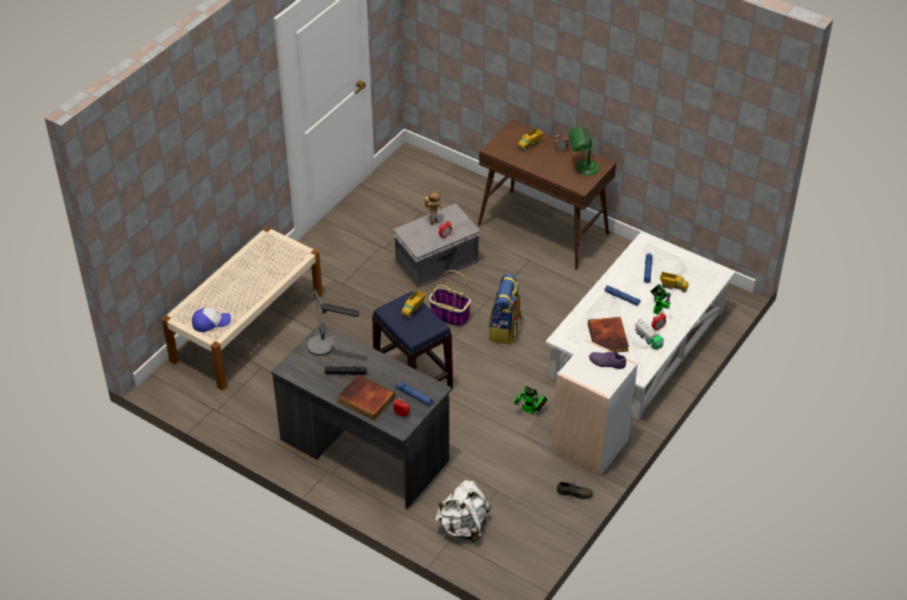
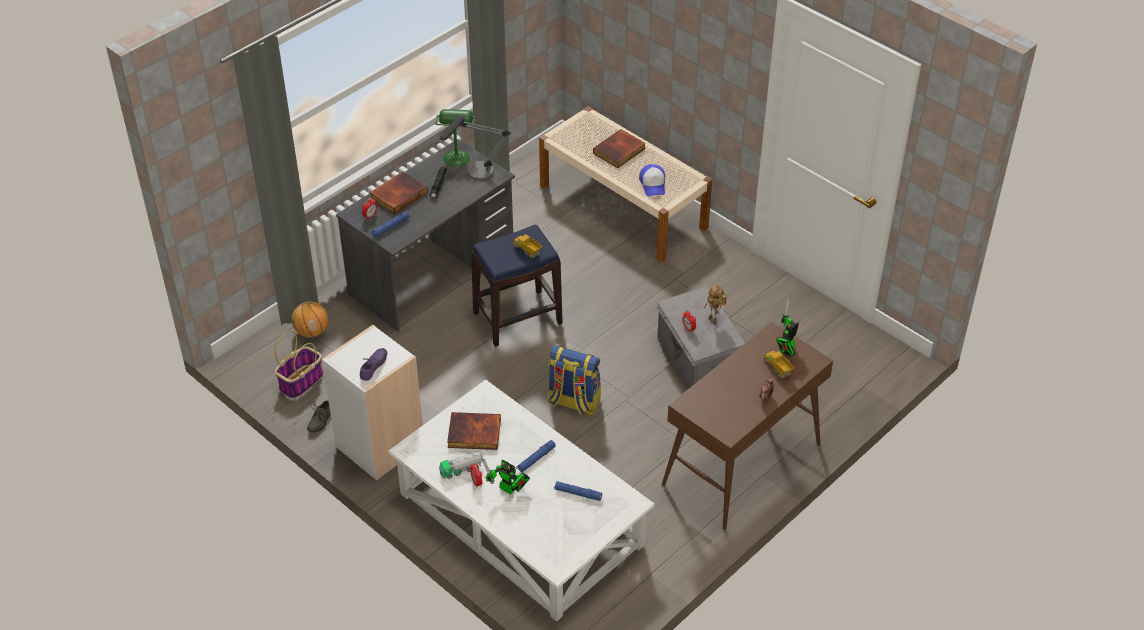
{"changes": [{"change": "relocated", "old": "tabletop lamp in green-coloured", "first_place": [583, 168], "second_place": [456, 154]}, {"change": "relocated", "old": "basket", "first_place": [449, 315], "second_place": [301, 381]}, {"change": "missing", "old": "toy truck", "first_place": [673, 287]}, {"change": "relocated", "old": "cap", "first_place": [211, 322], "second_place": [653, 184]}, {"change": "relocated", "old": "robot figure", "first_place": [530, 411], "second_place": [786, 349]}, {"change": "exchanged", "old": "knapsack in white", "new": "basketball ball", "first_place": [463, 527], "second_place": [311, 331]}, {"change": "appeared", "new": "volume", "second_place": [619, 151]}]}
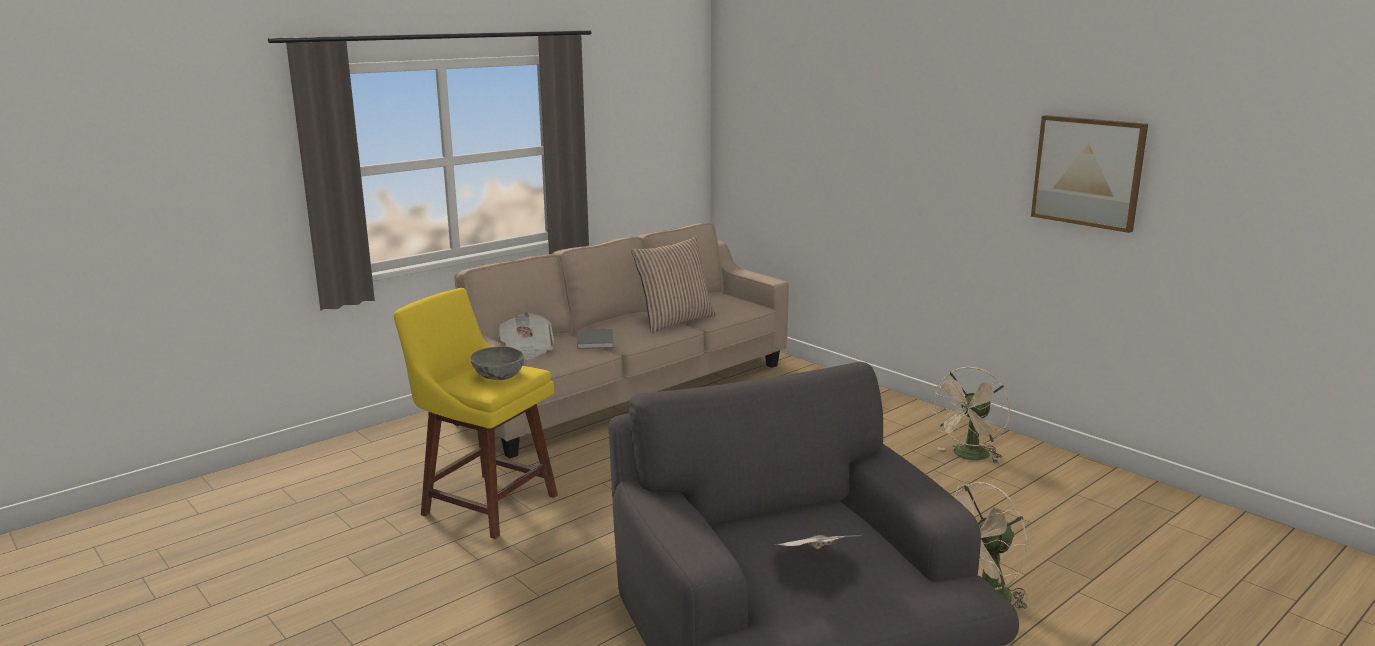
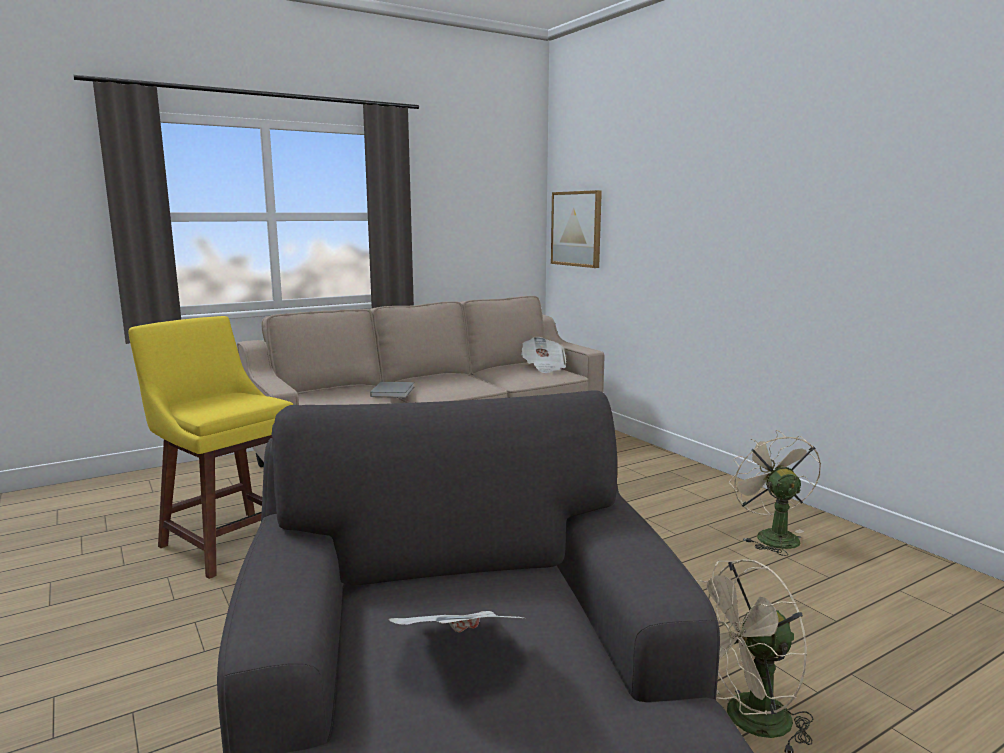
{"changes": [{"change": "relocated", "old": "wall art", "first_place": [1088, 172], "second_place": [577, 228]}, {"change": "missing", "old": "cushion", "first_place": [674, 321]}, {"change": "relocated", "old": "newspaper", "first_place": [527, 349], "second_place": [543, 367]}, {"change": "missing", "old": "serving bowl in grey", "first_place": [498, 375]}, {"change": "spun", "old": "cooling fan in beige", "first_place": [968, 457], "second_place": [771, 536], "degrees": 120}]}
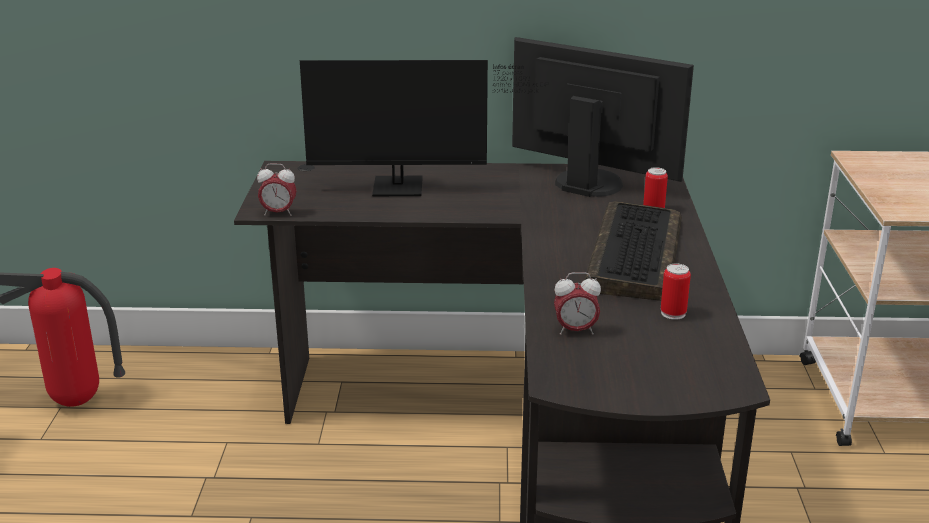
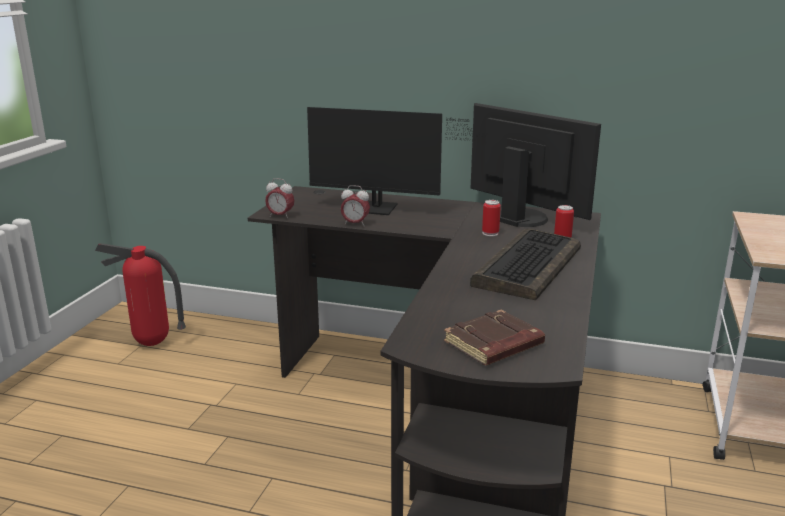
{"changes": [{"change": "relocated", "old": "metal can", "first_place": [673, 313], "second_place": [490, 233]}, {"change": "relocated", "old": "table clock", "first_place": [575, 330], "second_place": [355, 224]}, {"change": "appeared", "new": "volume in brown-coloured", "second_place": [494, 345]}]}
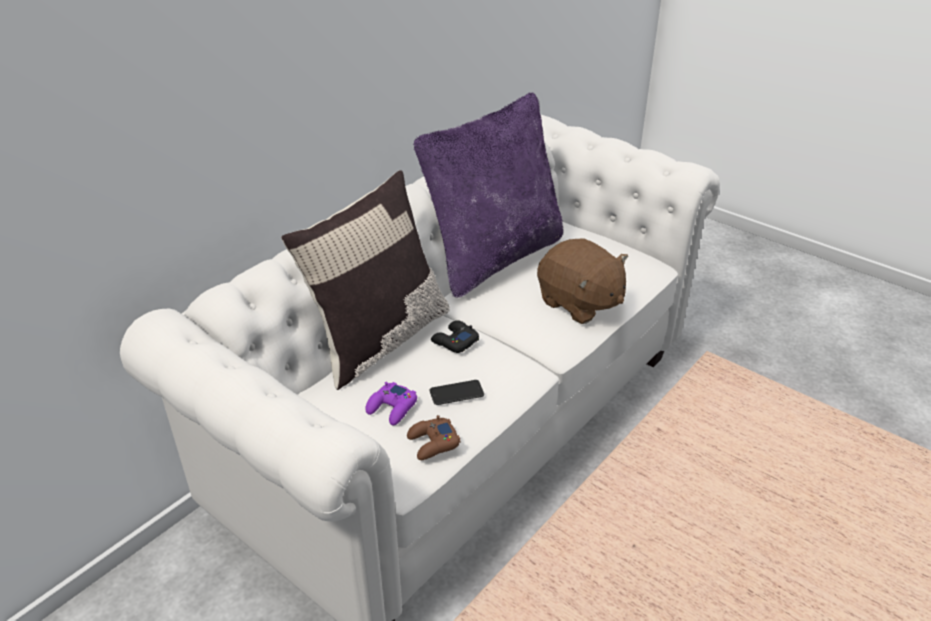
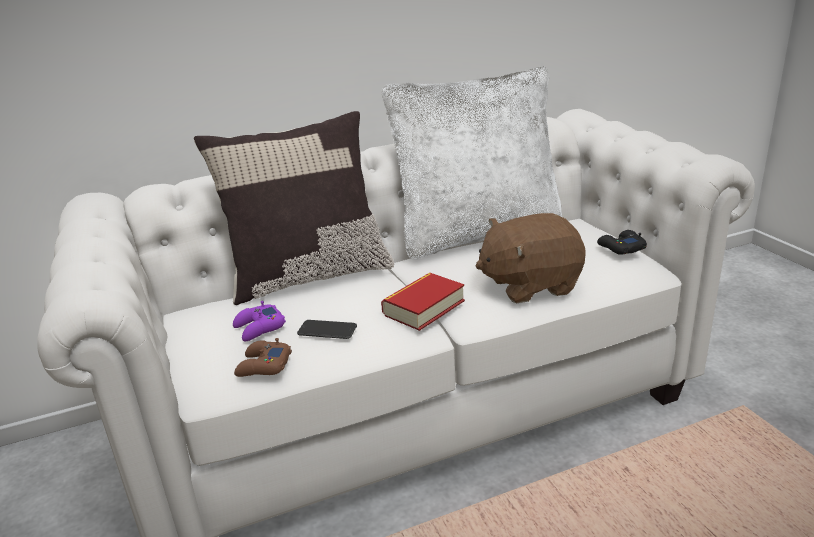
{"changes": [{"change": "colour", "old": "cushion in purplish", "new": "cushion in white", "first_place": [496, 260], "second_place": [480, 238]}, {"change": "spun", "old": "cuddly toy in brown-coloured", "first_place": [579, 303], "second_place": [530, 285], "degrees": 90}, {"change": "relocated", "old": "game controller in blackish", "first_place": [454, 341], "second_place": [621, 248]}, {"change": "appeared", "new": "volume", "second_place": [424, 308]}]}
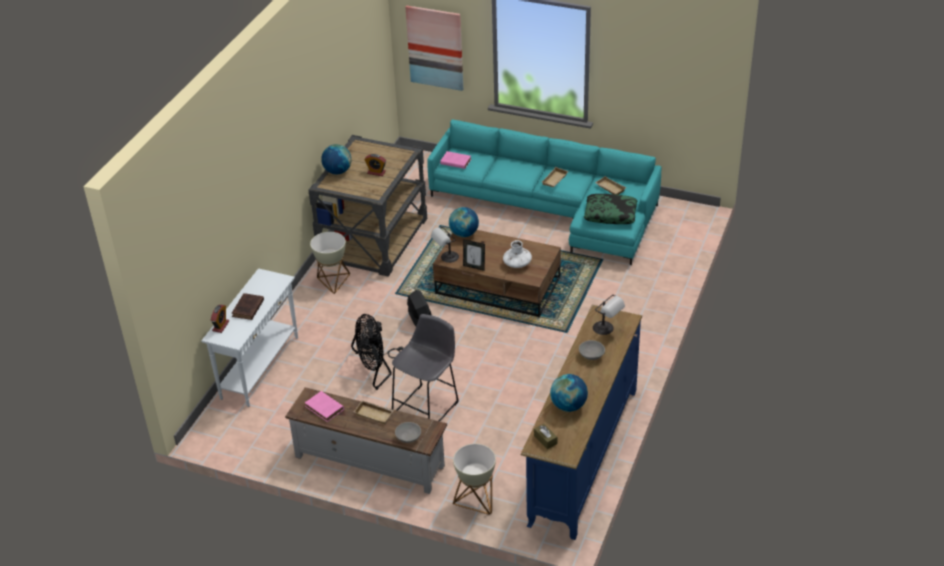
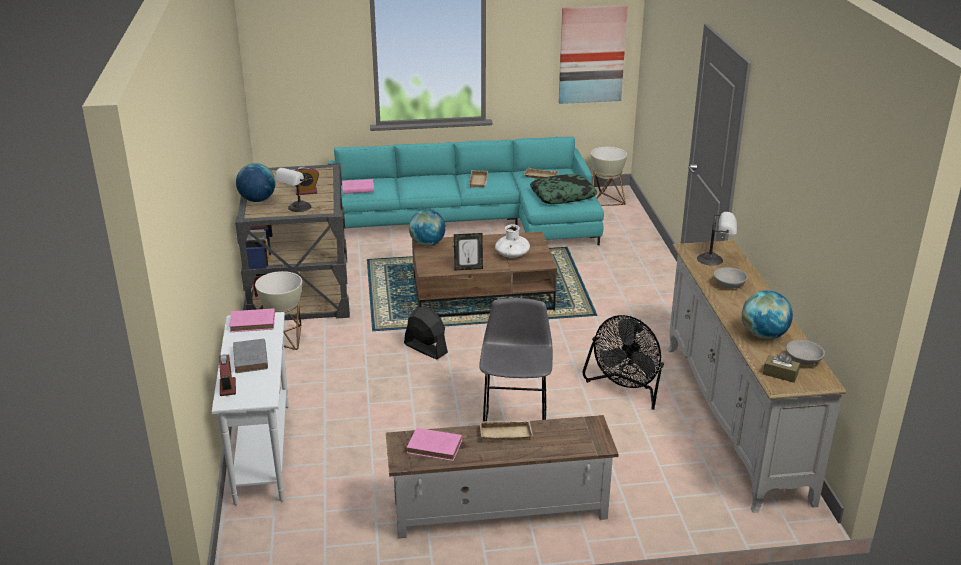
{"changes": [{"change": "relocated", "old": "wall art", "first_place": [435, 47], "second_place": [591, 54]}, {"change": "relocated", "old": "tabletop lamp", "first_place": [446, 258], "second_place": [297, 209]}, {"change": "colour", "old": "volume in brown-coloured", "new": "volume in grey", "first_place": [247, 309], "second_place": [250, 359]}, {"change": "colour", "old": "cabinet in blue", "new": "cabinet in grey", "first_place": [582, 455], "second_place": [733, 420]}, {"change": "relocated", "old": "cooling fan in blackish", "first_place": [377, 366], "second_place": [625, 386]}, {"change": "relocated", "old": "serving bowl in grey", "first_place": [408, 438], "second_place": [803, 360]}, {"change": "relocated", "old": "planter", "first_place": [476, 500], "second_place": [606, 201]}, {"change": "appeared", "new": "volume in pink", "second_place": [254, 323]}]}
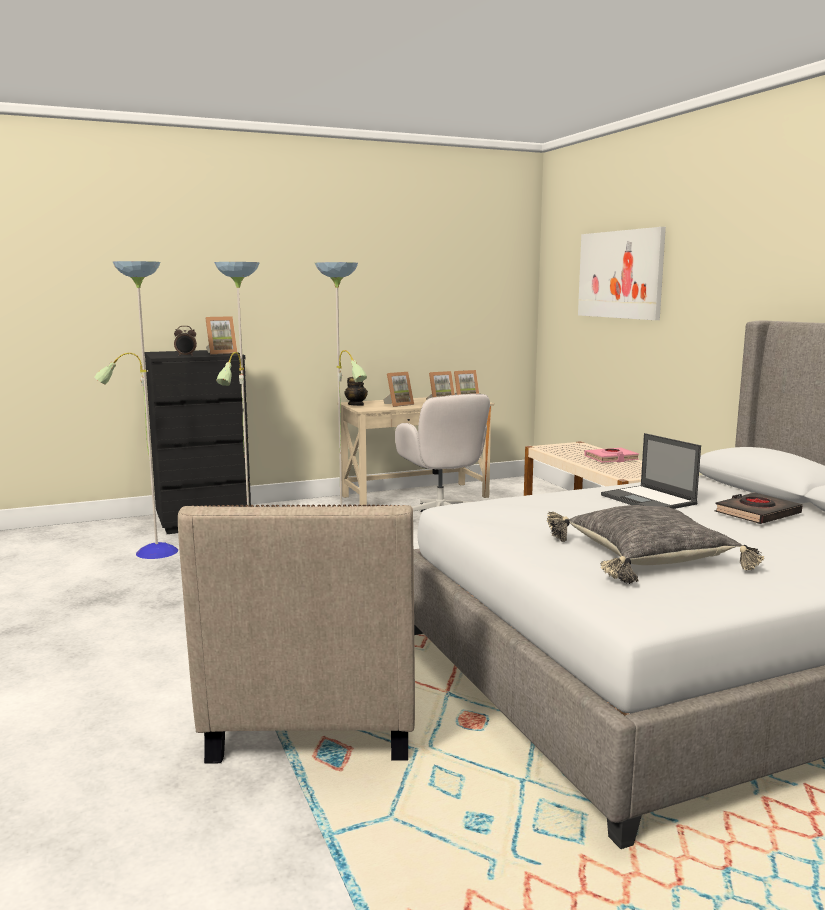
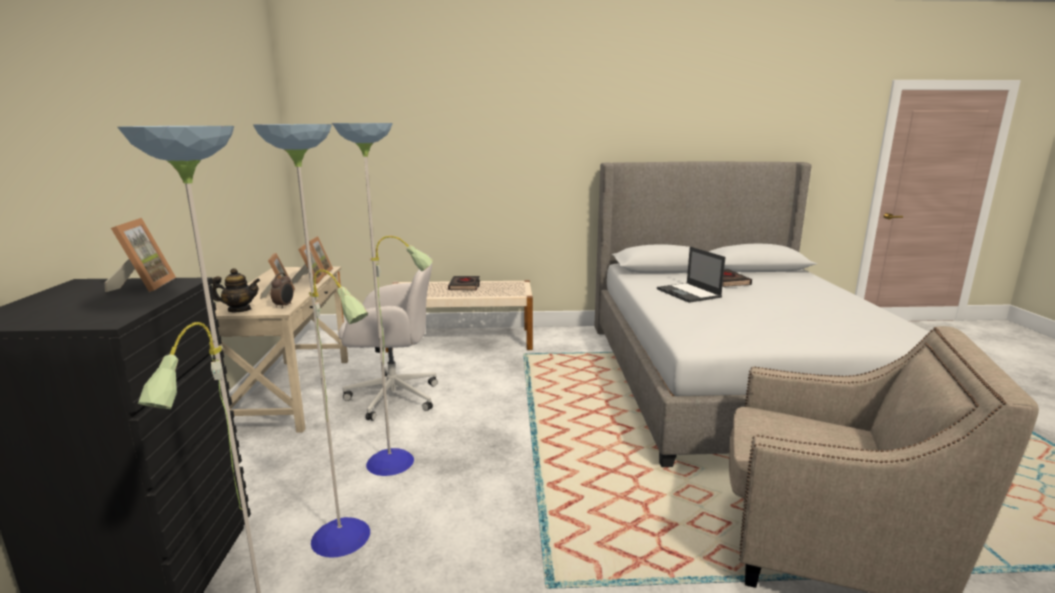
{"changes": [{"change": "missing", "old": "wall art", "first_place": [620, 274]}, {"change": "relocated", "old": "table clock", "first_place": [186, 356], "second_place": [284, 306]}, {"change": "spun", "old": "portable computer", "first_place": [649, 500], "second_place": [689, 293], "degrees": 75}, {"change": "colour", "old": "volume in pink", "new": "volume in blackish", "first_place": [611, 458], "second_place": [465, 286]}, {"change": "missing", "old": "cushion", "first_place": [648, 554]}]}
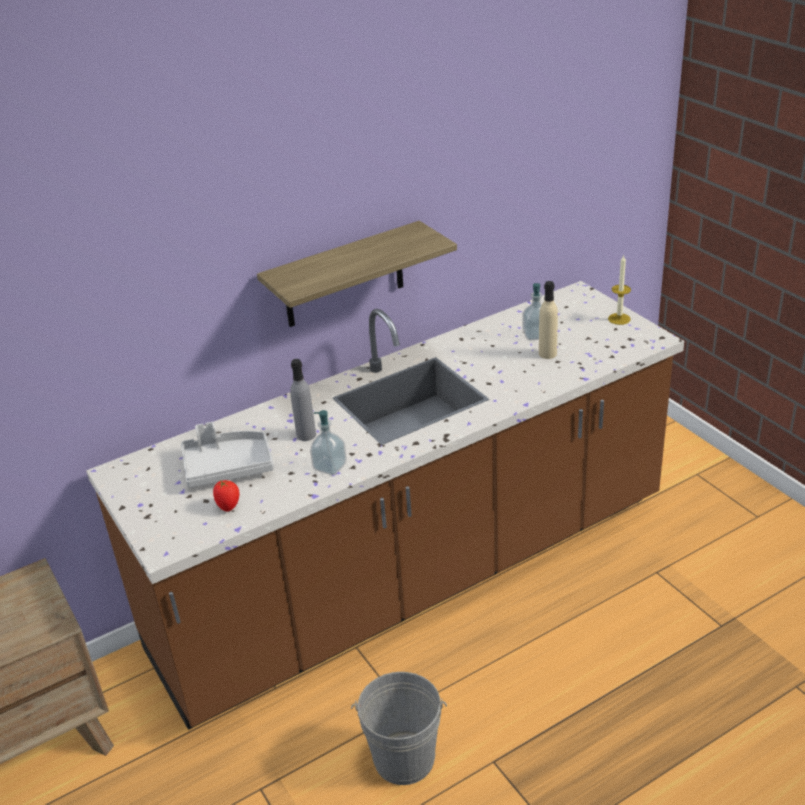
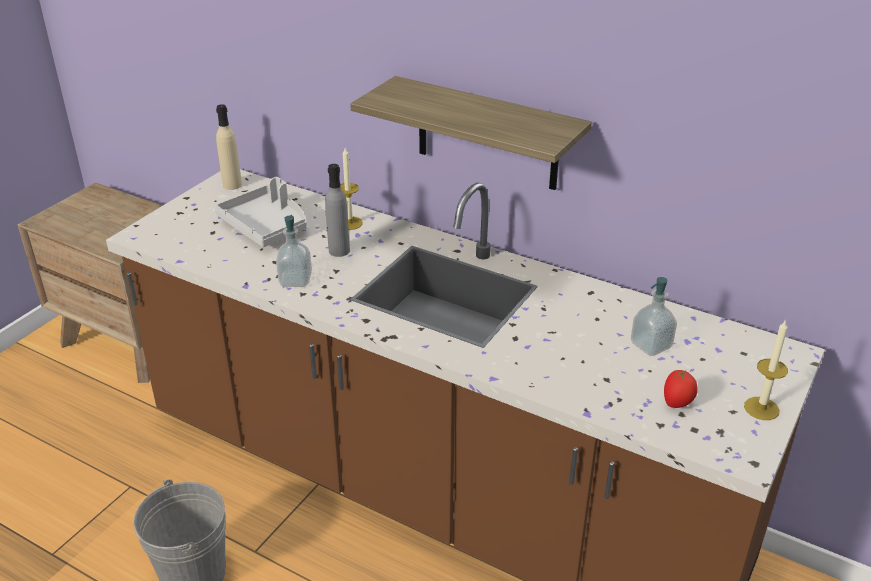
{"changes": [{"change": "relocated", "old": "drink bottle in beige", "first_place": [547, 354], "second_place": [232, 185]}, {"change": "relocated", "old": "whole tomato", "first_place": [229, 506], "second_place": [677, 404]}, {"change": "appeared", "new": "wax light", "second_place": [349, 223]}]}
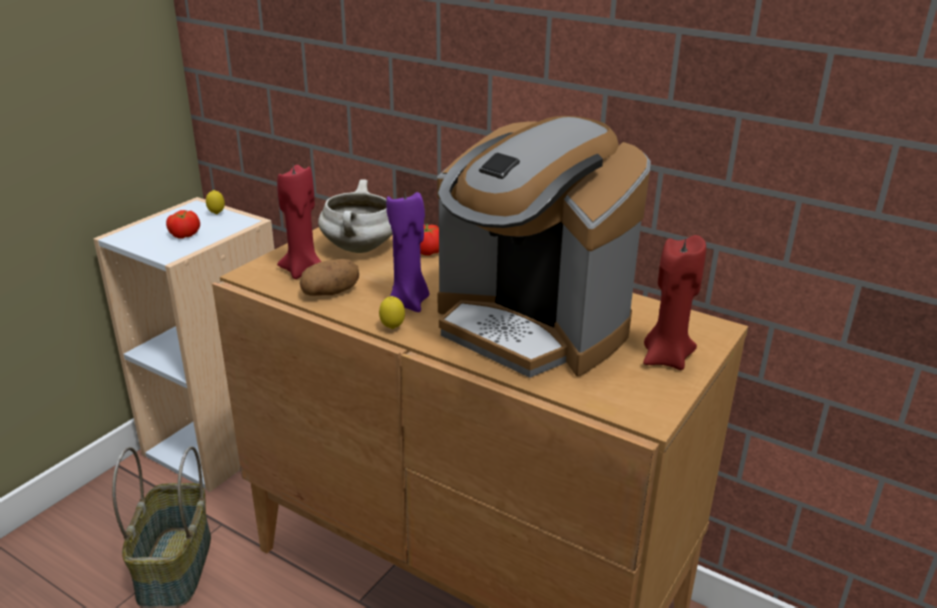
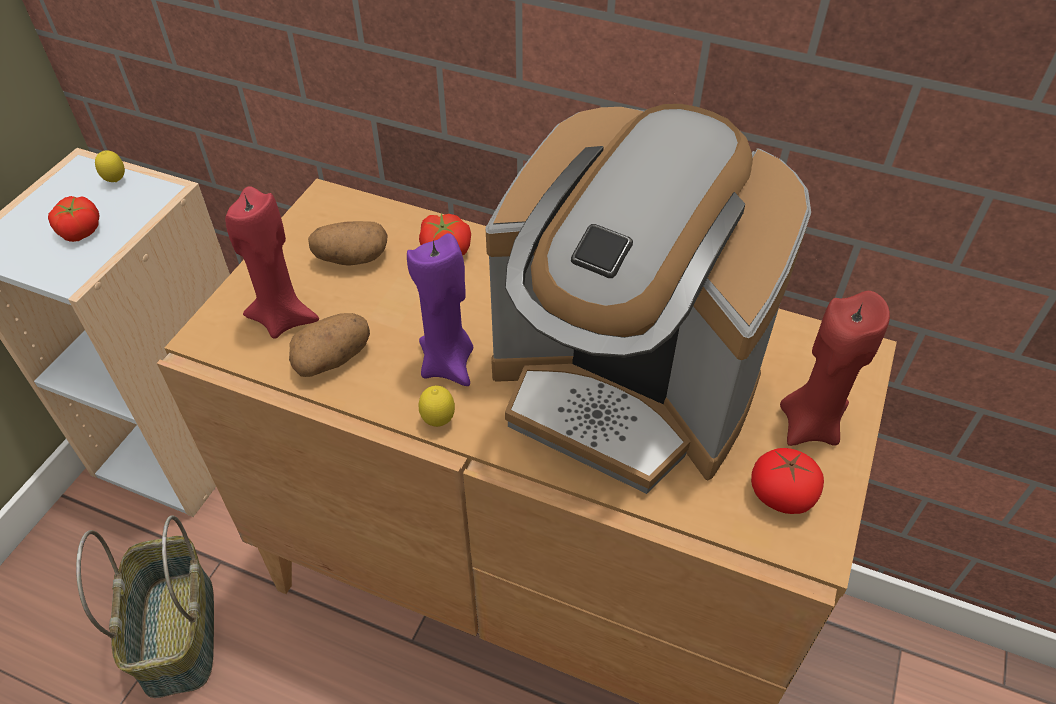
{"changes": [{"change": "exchanged", "old": "stockpot in white", "new": "potato", "first_place": [360, 249], "second_place": [351, 258]}, {"change": "appeared", "new": "whole tomato", "second_place": [780, 495]}]}
